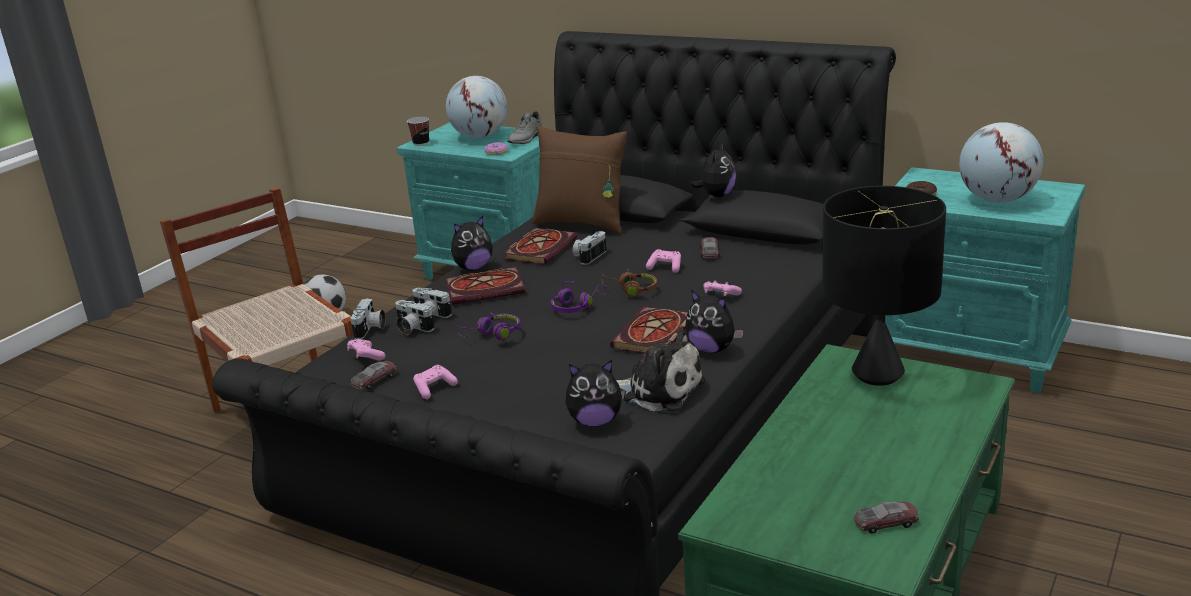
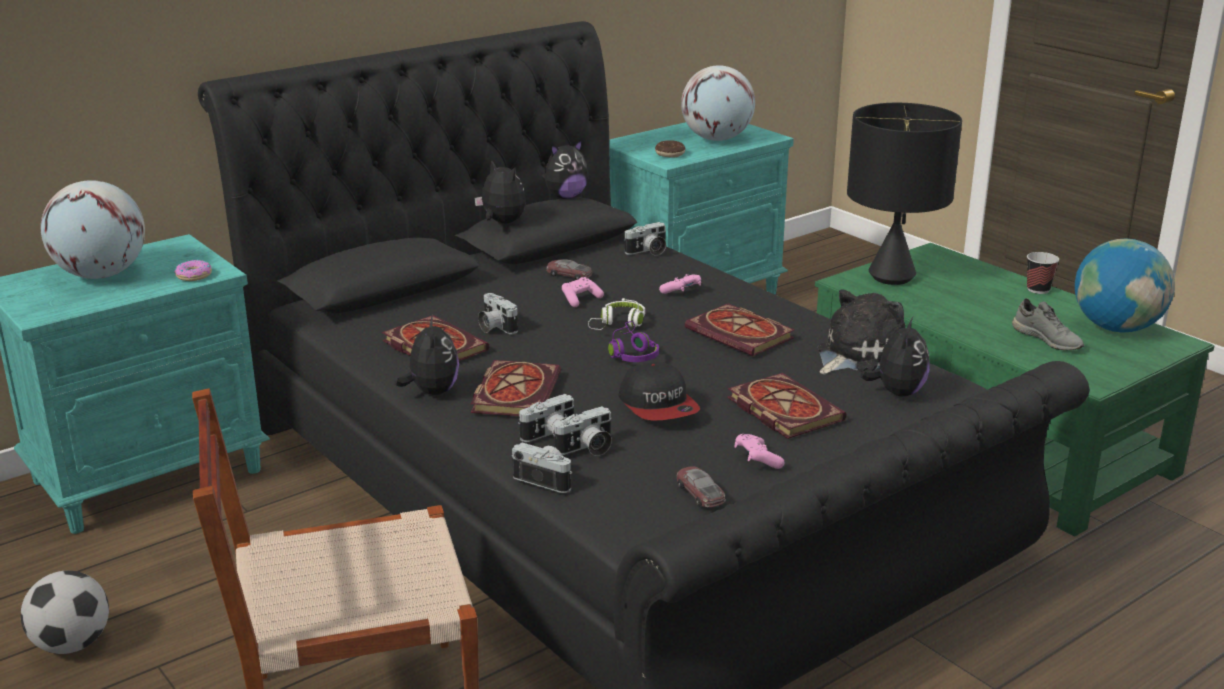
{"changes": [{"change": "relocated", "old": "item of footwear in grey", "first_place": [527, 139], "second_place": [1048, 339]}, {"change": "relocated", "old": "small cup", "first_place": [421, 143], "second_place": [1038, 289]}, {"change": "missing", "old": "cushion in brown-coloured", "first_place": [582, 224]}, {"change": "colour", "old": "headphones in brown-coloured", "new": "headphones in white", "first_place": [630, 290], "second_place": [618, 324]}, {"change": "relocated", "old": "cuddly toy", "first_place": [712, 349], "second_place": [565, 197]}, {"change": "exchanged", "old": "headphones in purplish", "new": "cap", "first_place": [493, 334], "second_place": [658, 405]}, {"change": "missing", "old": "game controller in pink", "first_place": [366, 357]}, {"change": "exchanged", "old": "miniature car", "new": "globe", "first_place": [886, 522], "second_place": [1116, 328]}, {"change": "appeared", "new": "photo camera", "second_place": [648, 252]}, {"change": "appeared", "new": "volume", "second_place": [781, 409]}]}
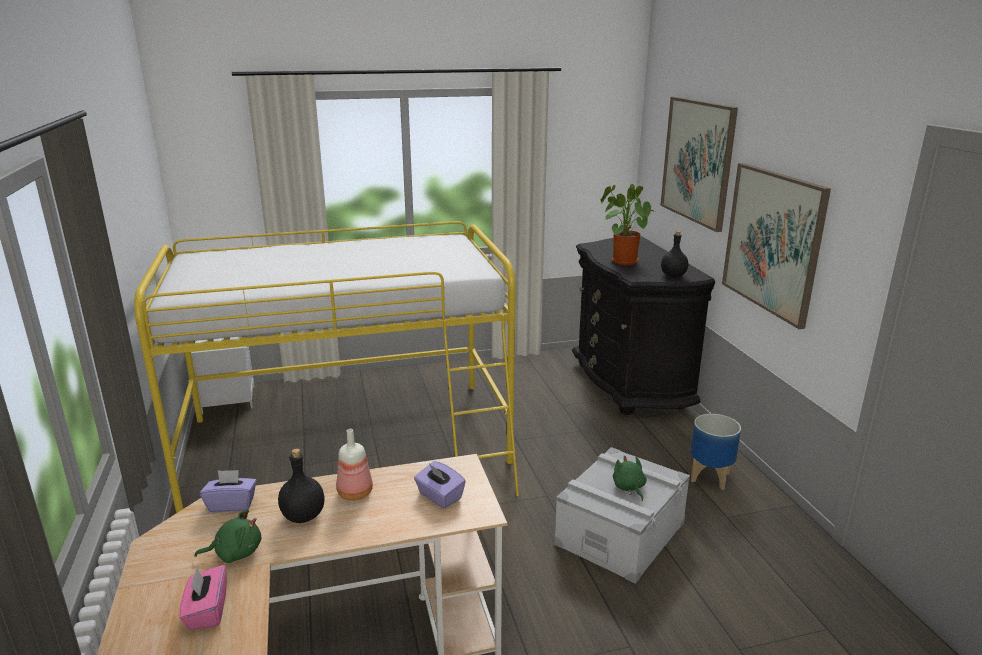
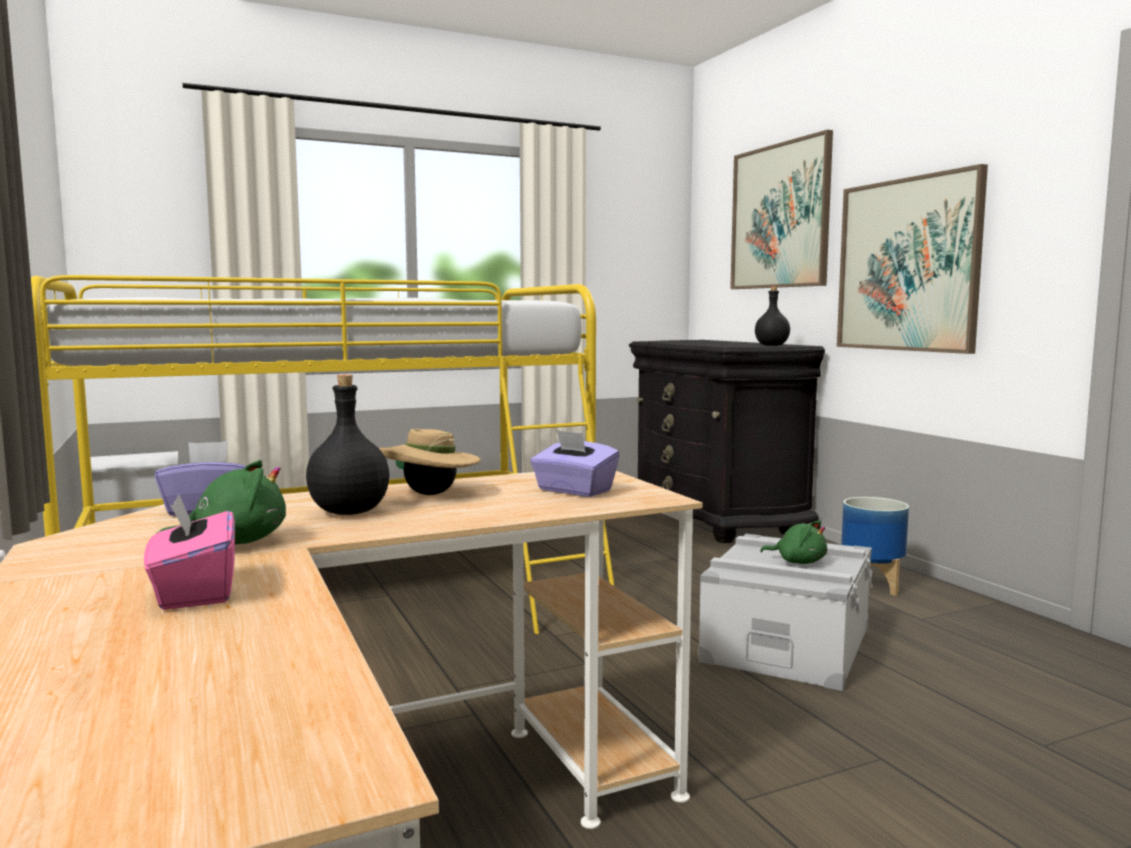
{"changes": [{"change": "missing", "old": "potted plant", "first_place": [622, 261]}, {"change": "exchanged", "old": "drink bottle", "new": "clothing hat in beige", "first_place": [355, 493], "second_place": [431, 494]}, {"change": "spun", "old": "cuddly toy in green-coloured", "first_place": [629, 488], "second_place": [798, 562], "degrees": 150}]}
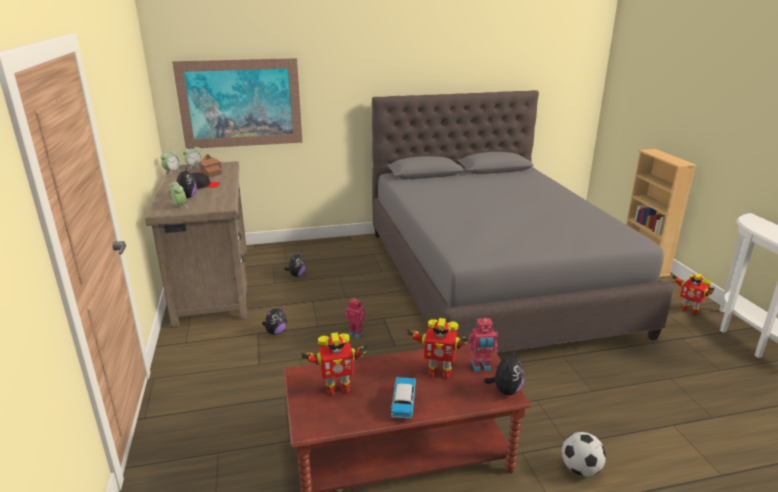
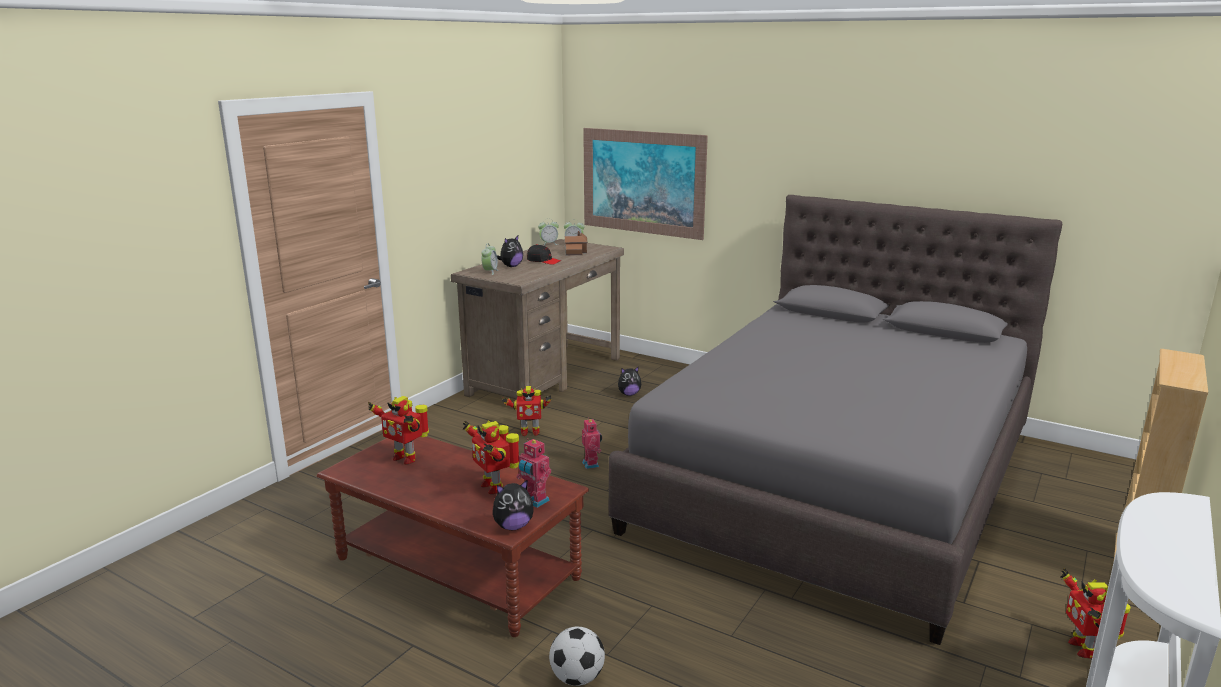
{"changes": [{"change": "exchanged", "old": "cuddly toy", "new": "robot figure", "first_place": [276, 332], "second_place": [529, 432]}, {"change": "missing", "old": "miniature car", "first_place": [403, 403]}]}
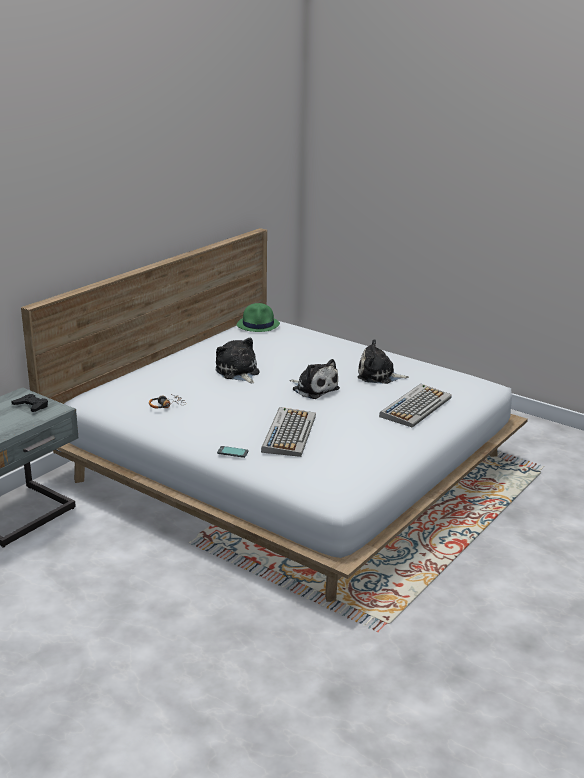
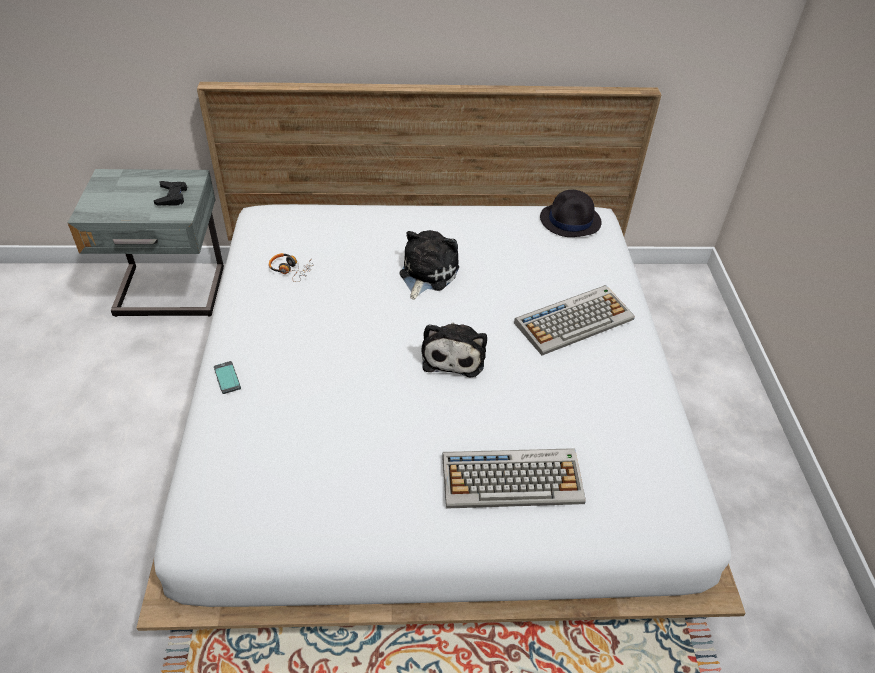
{"changes": [{"change": "colour", "old": "clothing hat in green-coloured", "new": "clothing hat in blackish", "first_place": [258, 325], "second_place": [570, 221]}, {"change": "missing", "old": "cuddly toy", "first_place": [379, 376]}, {"change": "relocated", "old": "computer keyboard", "first_place": [288, 433], "second_place": [574, 320]}]}
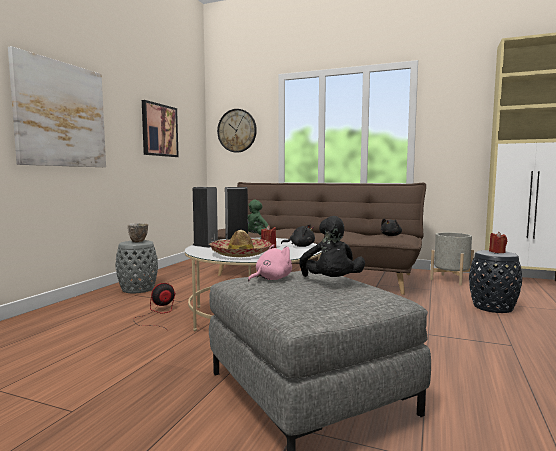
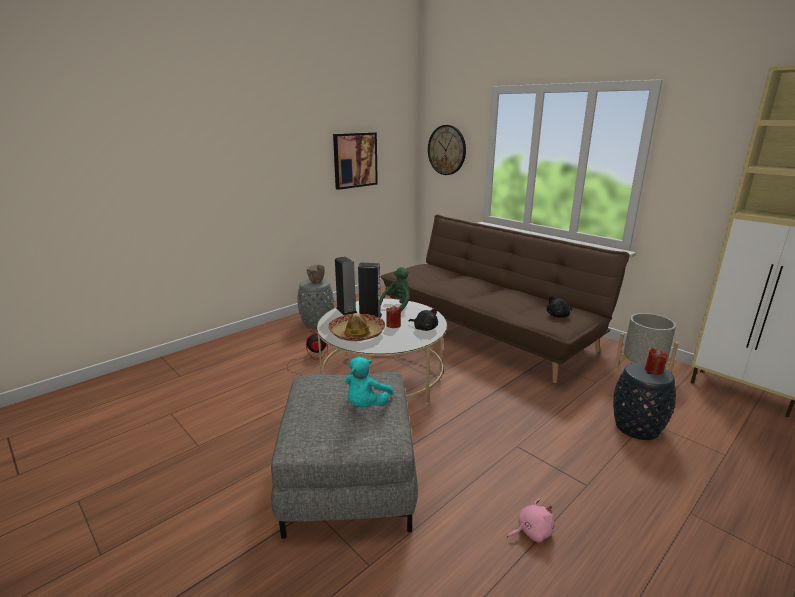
{"changes": [{"change": "missing", "old": "wall art", "first_place": [61, 114]}, {"change": "colour", "old": "cuddly toy in blackish", "new": "cuddly toy in turquoise", "first_place": [331, 283], "second_place": [366, 405]}, {"change": "relocated", "old": "cuddly toy in pink", "first_place": [271, 279], "second_place": [532, 531]}]}
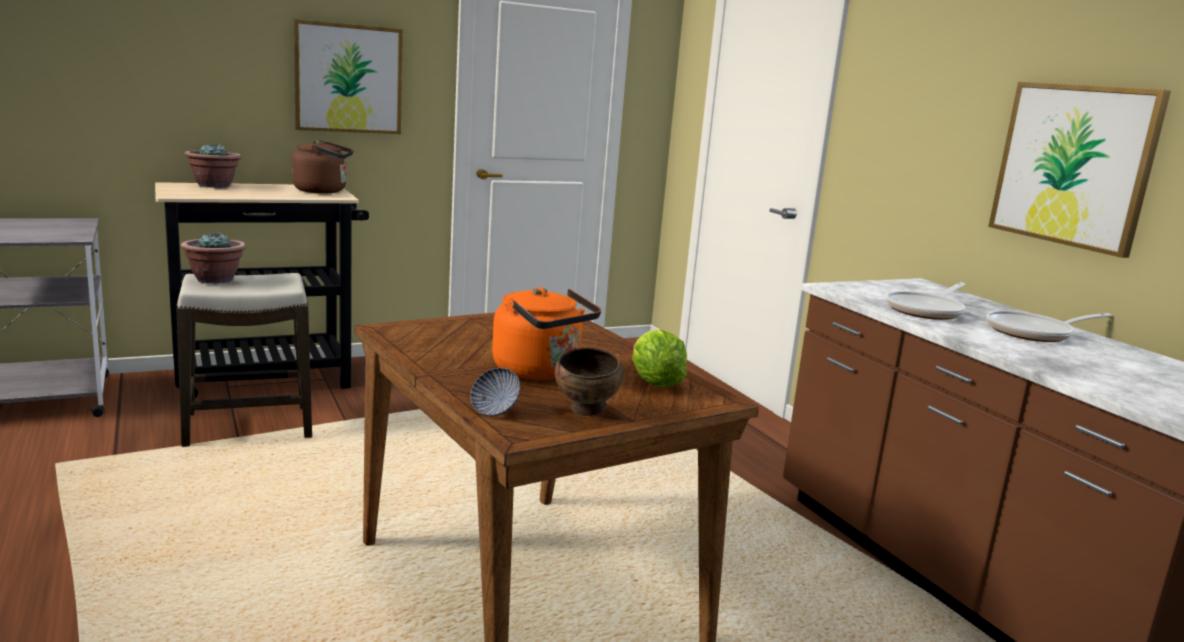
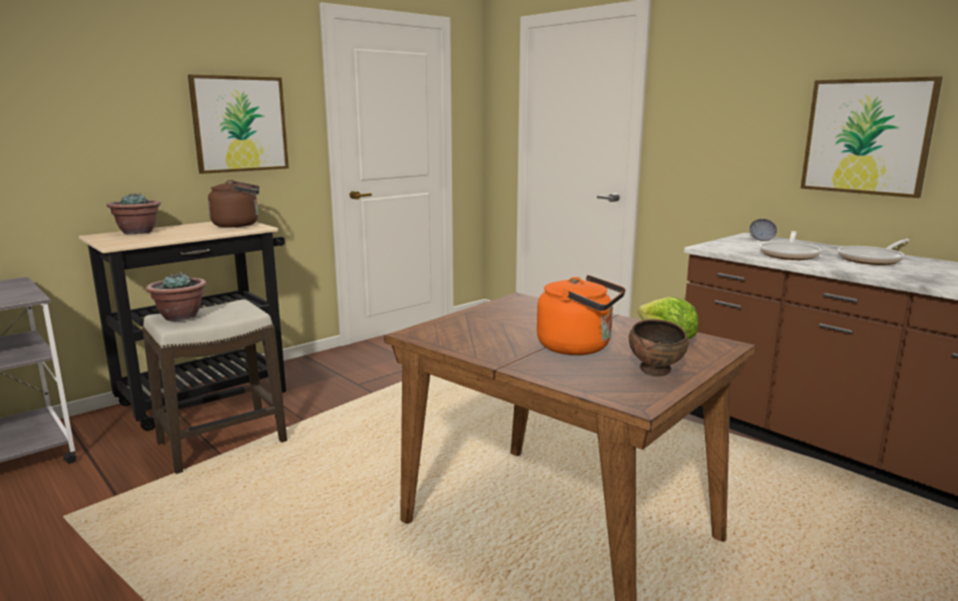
{"changes": [{"change": "relocated", "old": "serving bowl", "first_place": [494, 410], "second_place": [761, 239]}]}
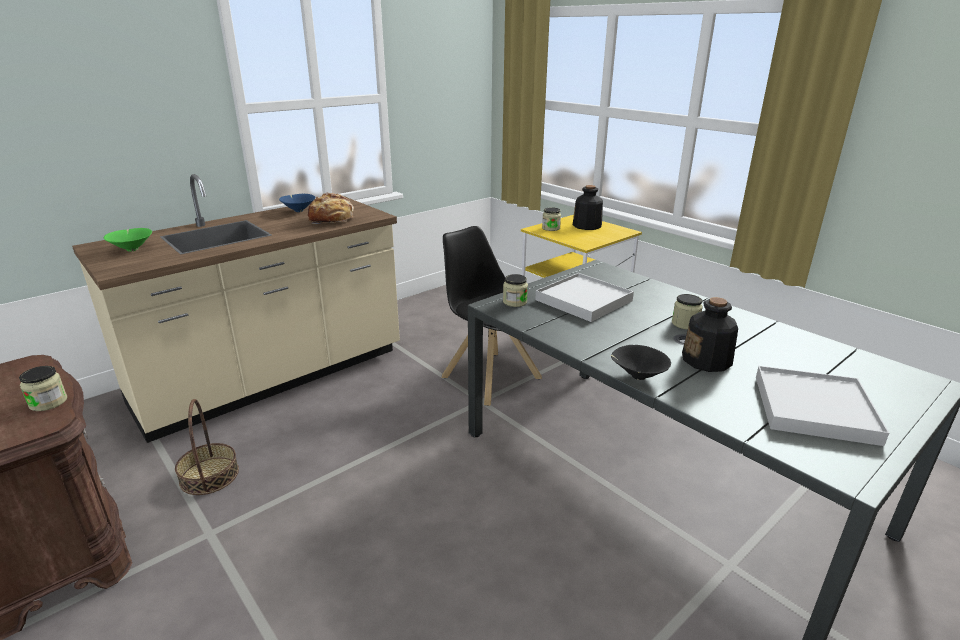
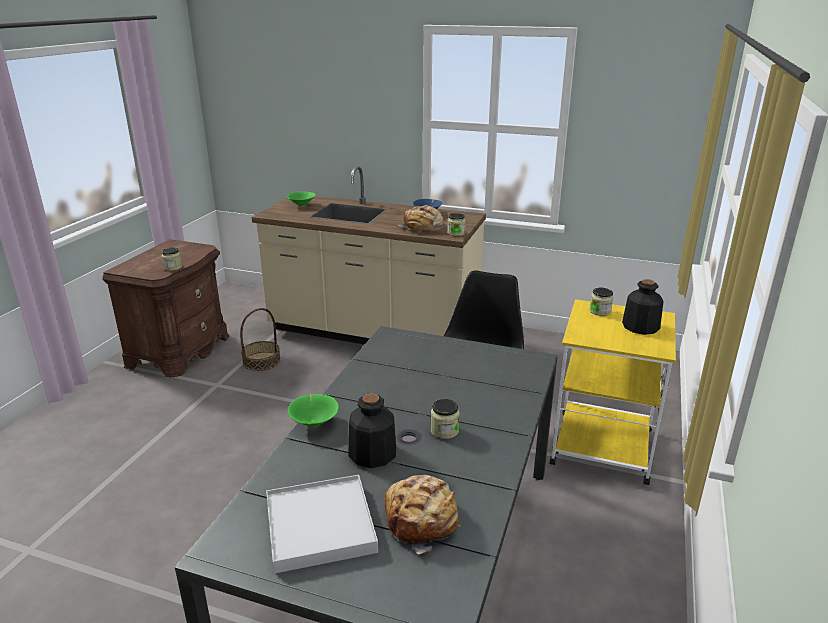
{"changes": [{"change": "missing", "old": "carrying tray in white", "first_place": [583, 300]}, {"change": "relocated", "old": "preserve jar", "first_place": [515, 302], "second_place": [456, 233]}, {"change": "colour", "old": "serving bowl in blackish", "new": "serving bowl in green-coloured", "first_place": [637, 376], "second_place": [314, 423]}, {"change": "appeared", "new": "baked bread", "second_place": [422, 520]}]}
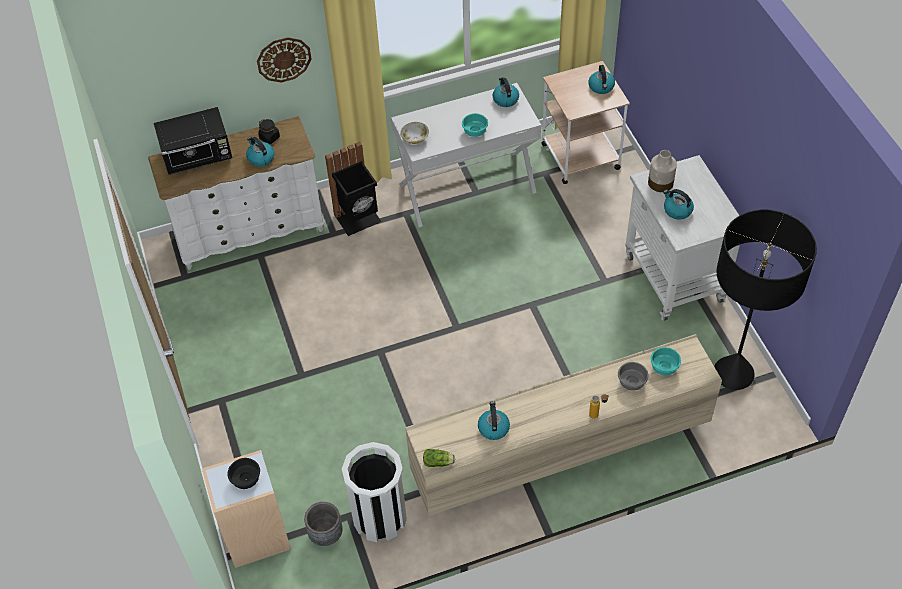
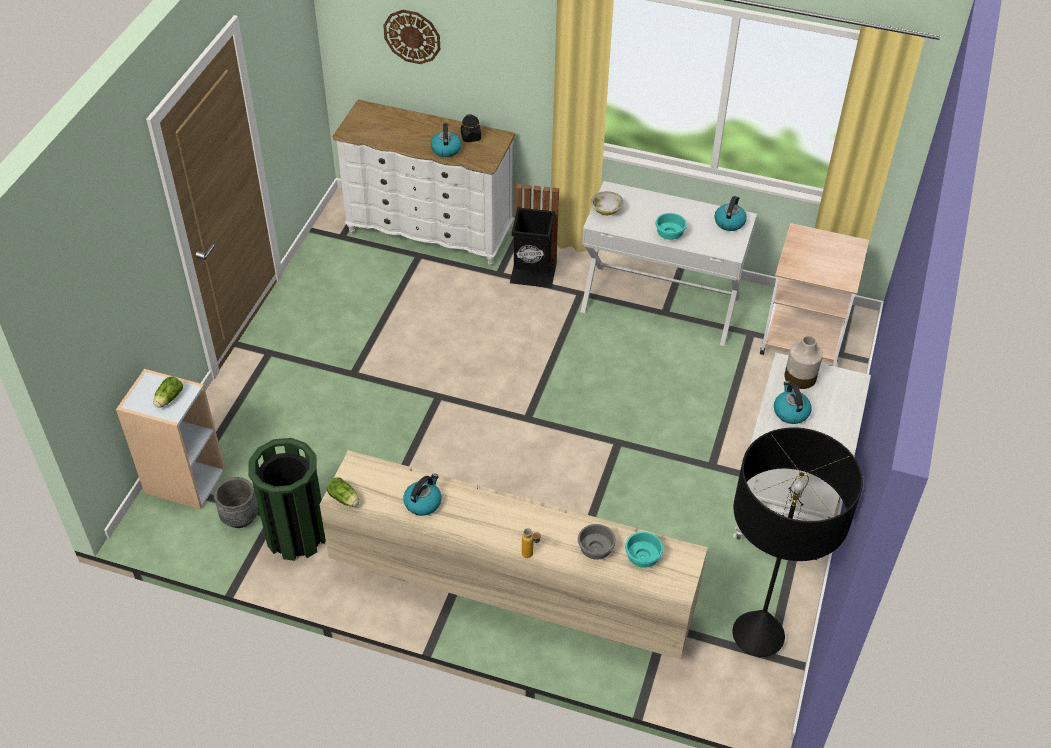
{"changes": [{"change": "relocated", "old": "hanging clock", "first_place": [284, 59], "second_place": [412, 36]}, {"change": "missing", "old": "kettle", "first_place": [601, 87]}, {"change": "missing", "old": "kitchen microwave in blackish", "first_place": [198, 157]}, {"change": "colour", "old": "waste bin in white", "new": "waste bin in green-coloured", "first_place": [380, 517], "second_place": [296, 535]}, {"change": "exchanged", "old": "serving bowl in blackish", "new": "head of lettuce", "first_place": [246, 478], "second_place": [168, 399]}]}
